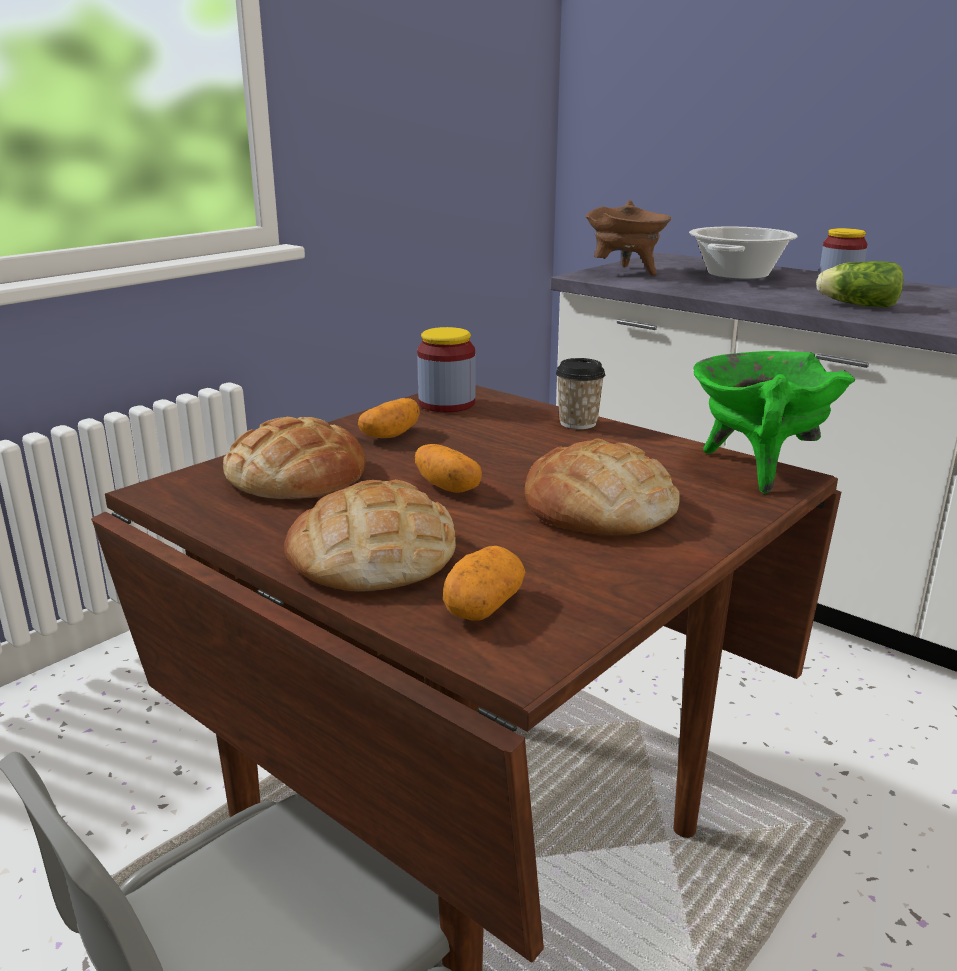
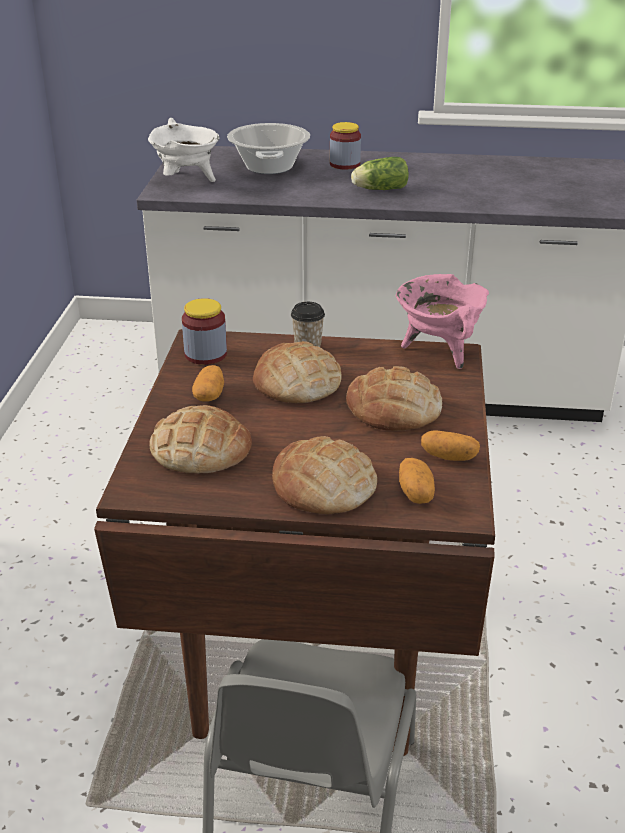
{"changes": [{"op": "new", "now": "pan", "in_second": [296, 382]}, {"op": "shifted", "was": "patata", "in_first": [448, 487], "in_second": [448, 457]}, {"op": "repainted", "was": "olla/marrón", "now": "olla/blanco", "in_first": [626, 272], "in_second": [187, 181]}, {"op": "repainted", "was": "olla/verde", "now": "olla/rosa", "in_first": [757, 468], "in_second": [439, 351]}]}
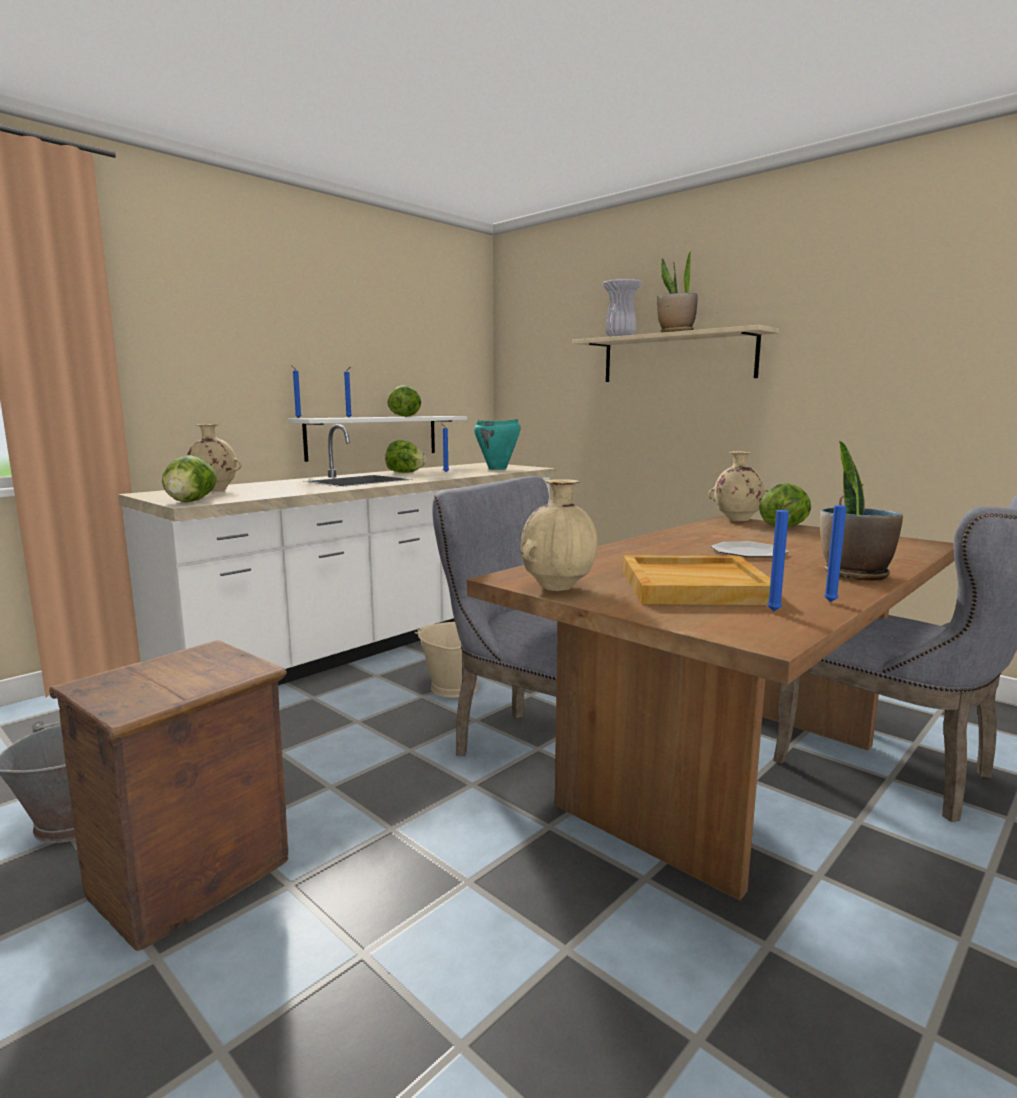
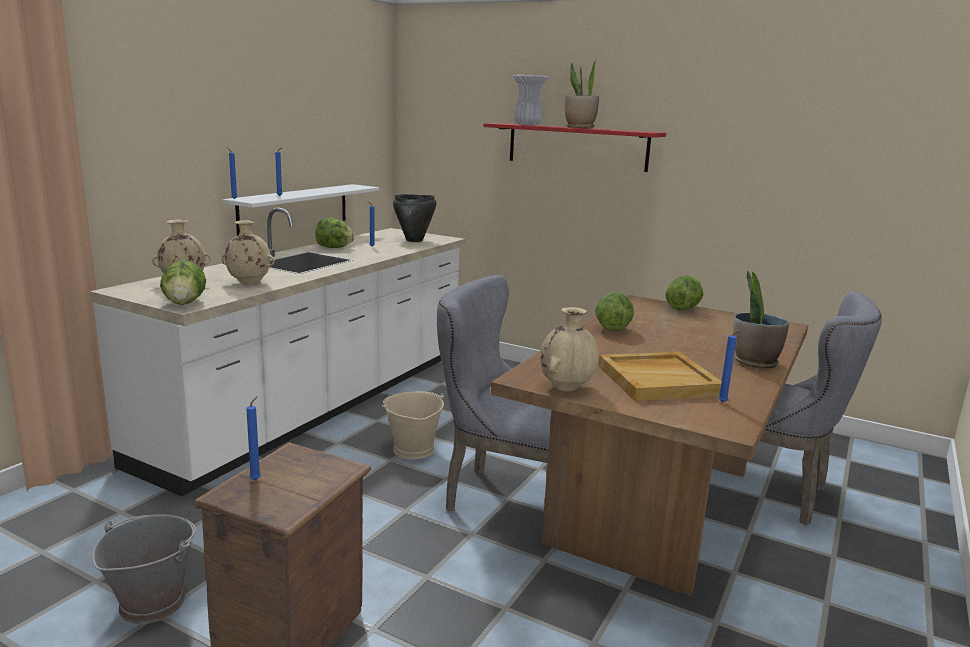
{"changes": [{"op": "gone", "was": "plato", "in_first": [748, 552]}, {"op": "shifted", "was": "lechuga", "in_first": [406, 416], "in_second": [612, 329]}, {"op": "shifted", "was": "florero/beis", "in_first": [736, 520], "in_second": [249, 283]}, {"op": "shifted", "was": "vela/azul", "in_first": [831, 601], "in_second": [256, 479]}, {"op": "repainted", "was": "olla/turquesa", "now": "olla/negro", "in_first": [497, 469], "in_second": [414, 240]}, {"op": "repainted", "was": "estante/beis", "now": "estante/rojo", "in_first": [677, 358], "in_second": [577, 147]}]}
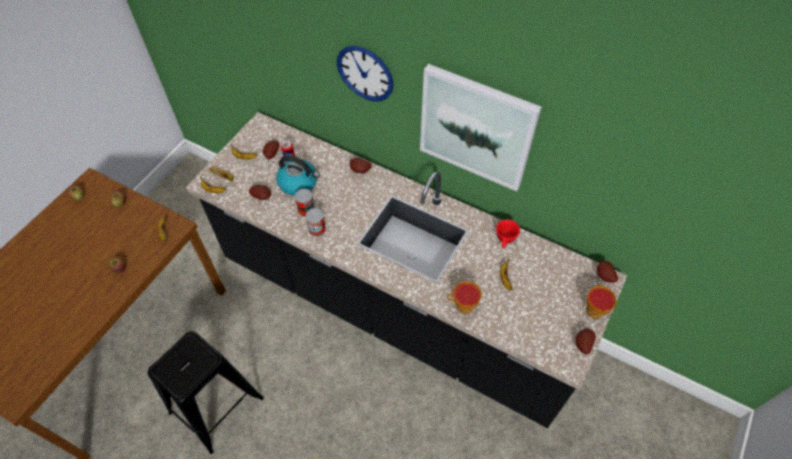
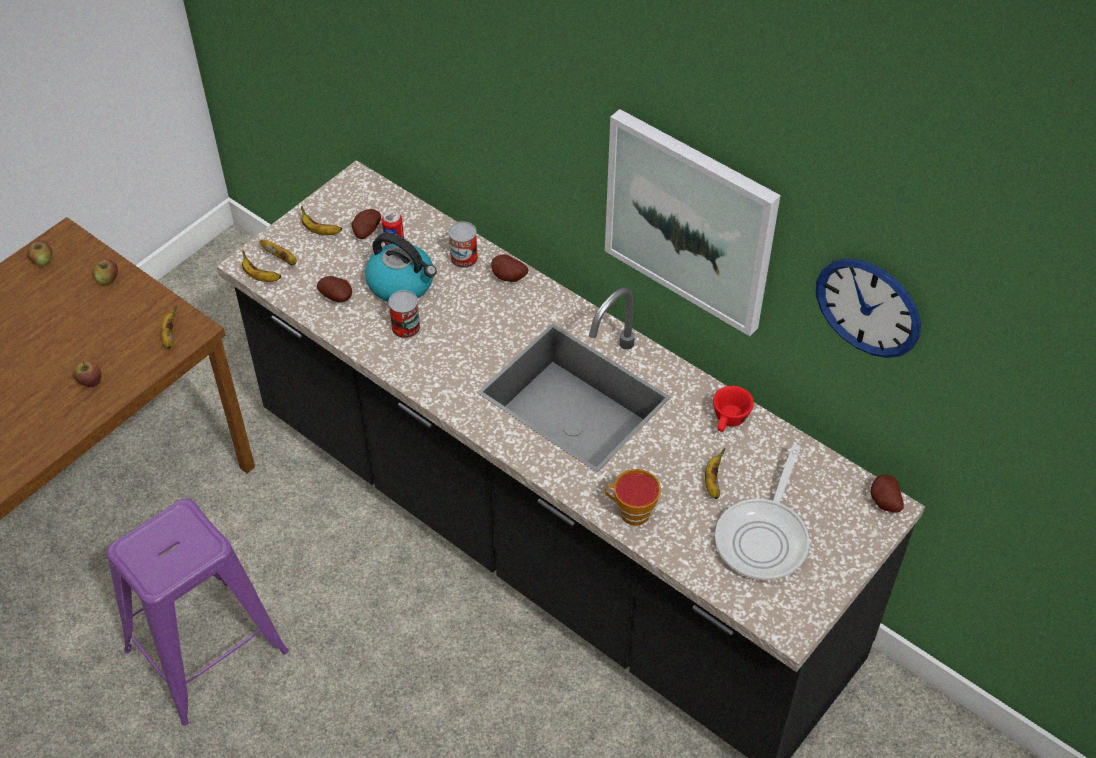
{"changes": [{"op": "gone", "was": "patata", "in_first": [582, 344]}, {"op": "gone", "was": "taza", "in_first": [594, 308]}, {"op": "new", "now": "sartén", "in_second": [764, 537]}, {"op": "shifted", "was": "lata", "in_first": [317, 229], "in_second": [464, 258]}, {"op": "shifted", "was": "reloj de pared", "in_first": [365, 73], "in_second": [868, 307]}, {"op": "repainted", "was": "taburete/negro", "now": "taburete/morado", "in_first": [216, 405], "in_second": [206, 651]}]}
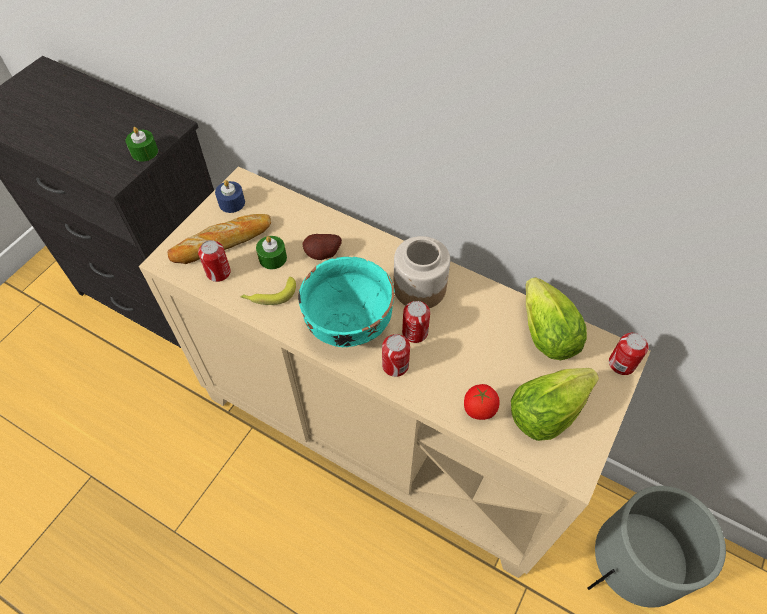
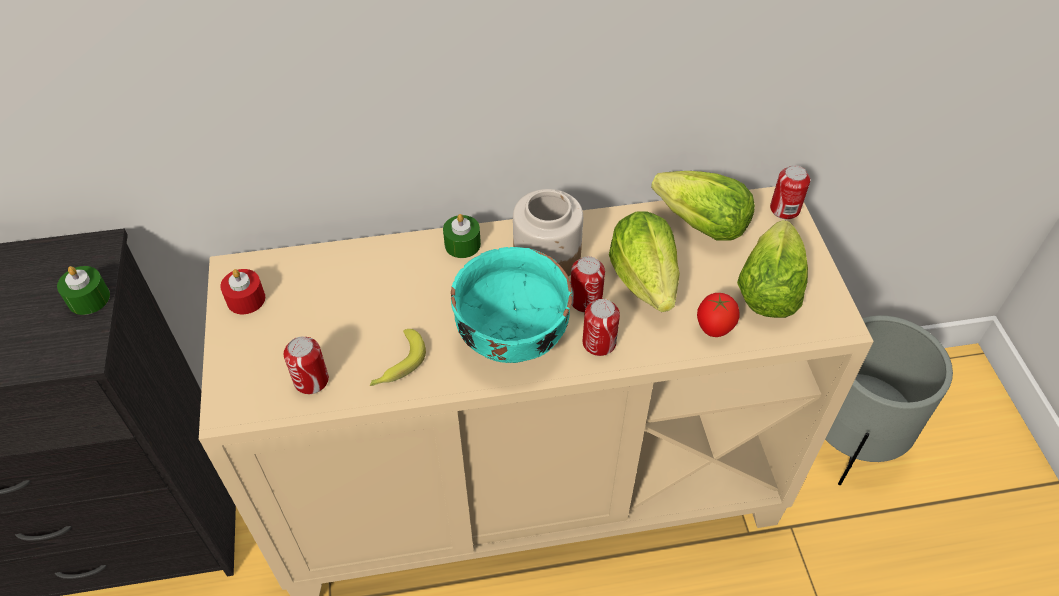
{"changes": [{"op": "gone", "was": "pan", "in_first": [222, 242]}, {"op": "gone", "was": "patata", "in_first": [323, 255]}, {"op": "new", "now": "lechuga", "in_second": [644, 279]}, {"op": "shifted", "was": "vela/verde", "in_first": [272, 258], "in_second": [462, 244]}, {"op": "repainted", "was": "vela/azul", "now": "vela/rojo", "in_first": [232, 203], "in_second": [246, 299]}]}
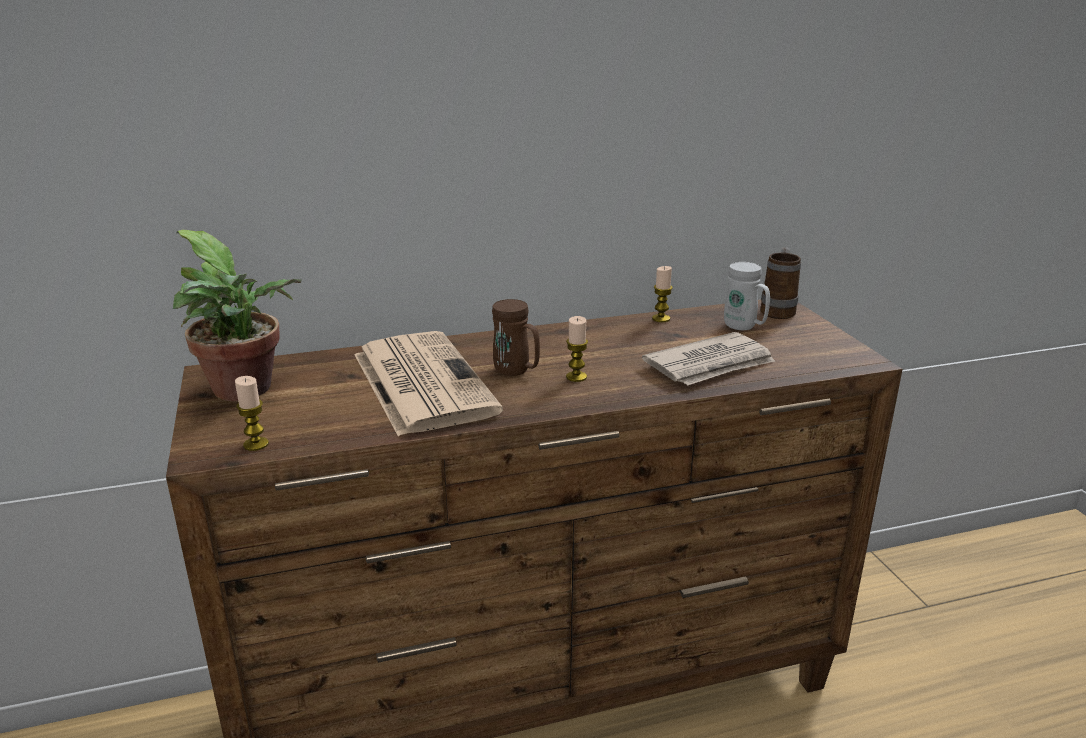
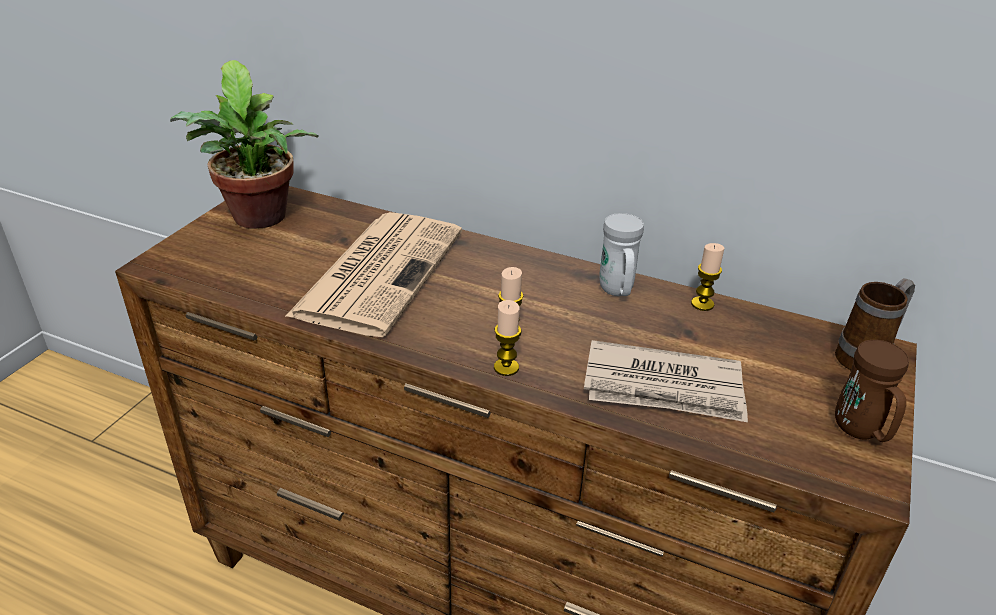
{"changes": [{"op": "shifted", "was": "vela", "in_first": [256, 444], "in_second": [506, 367]}, {"op": "shifted", "was": "taza grande/marrón", "in_first": [516, 372], "in_second": [861, 432]}, {"op": "shifted", "was": "taza grande/blanco", "in_first": [744, 327], "in_second": [617, 292]}]}
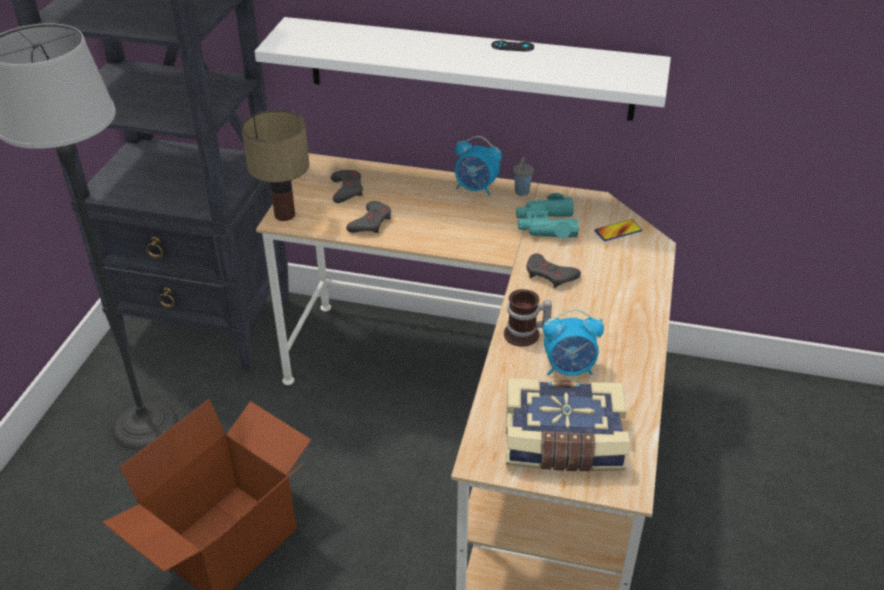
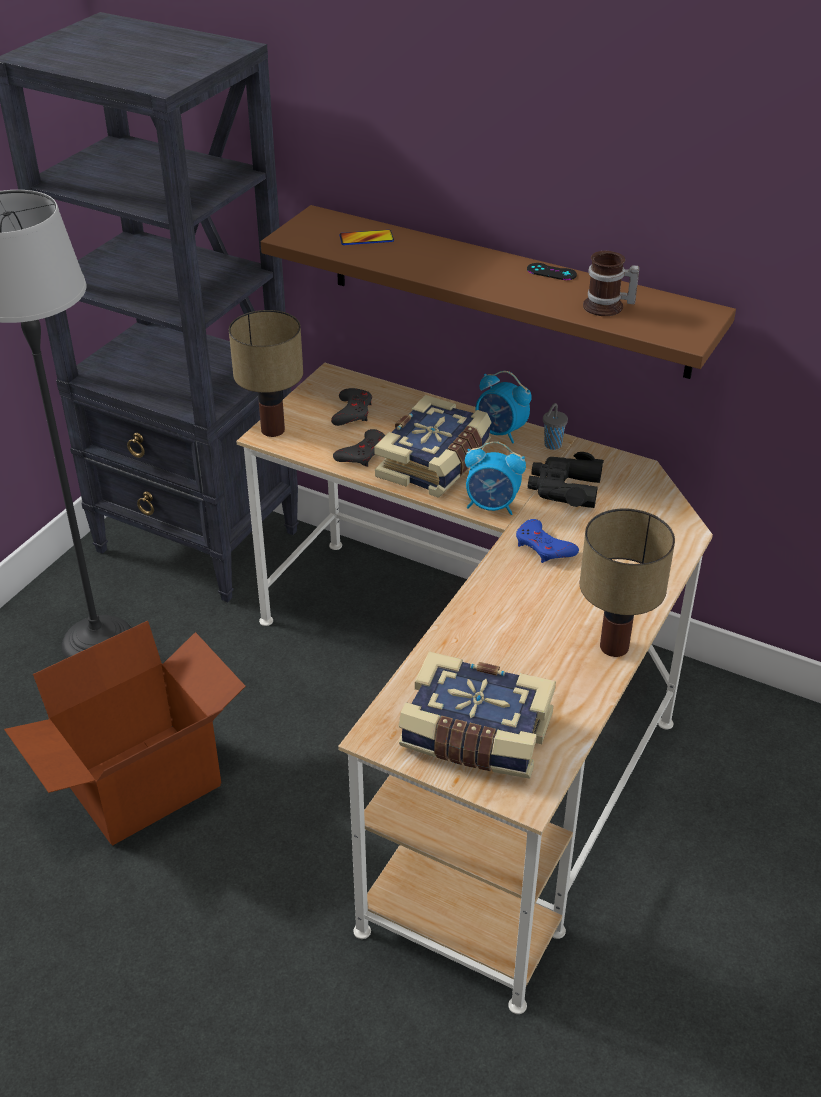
{"changes": [{"op": "new", "now": "libro", "in_second": [435, 463]}, {"op": "new", "now": "lámpara de mesa", "in_second": [612, 647]}, {"op": "shifted", "was": "taza grande", "in_first": [525, 335], "in_second": [607, 307]}, {"op": "shifted", "was": "despertador", "in_first": [569, 369], "in_second": [492, 506]}, {"op": "shifted", "was": "móvil", "in_first": [618, 231], "in_second": [366, 239]}, {"op": "repainted", "was": "estante/blanco", "now": "estante/marrón", "in_first": [469, 69], "in_second": [507, 291]}, {"op": "repainted", "was": "prismáticos/turquesa", "now": "prismáticos/negro", "in_first": [546, 225], "in_second": [564, 488]}, {"op": "repainted", "was": "mando de consola/gris", "now": "mando de consola/azul", "in_first": [550, 275], "in_second": [543, 547]}]}
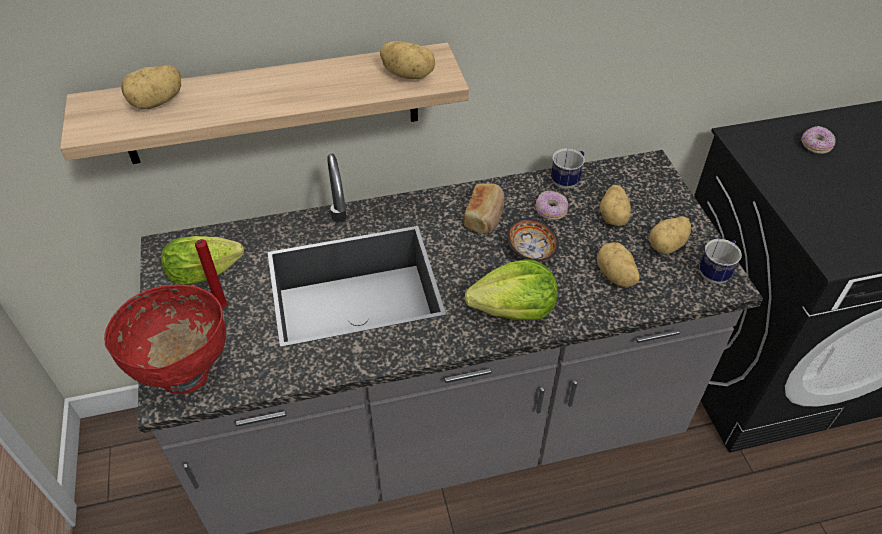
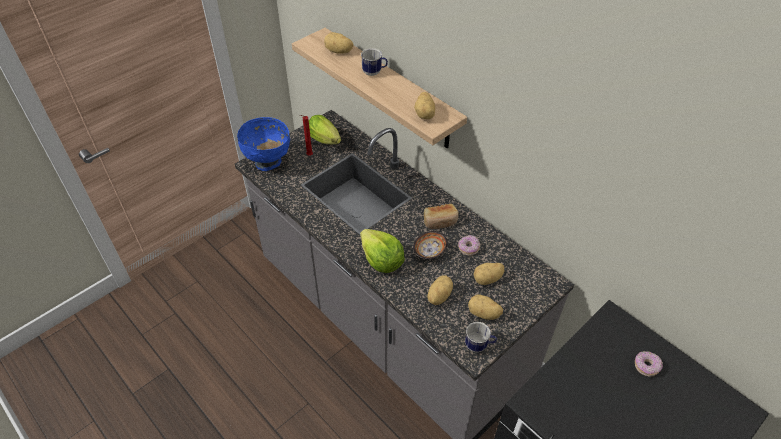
{"changes": [{"op": "shifted", "was": "taza grande", "in_first": [567, 180], "in_second": [374, 73]}, {"op": "repainted", "was": "cuenco/rojo", "now": "cuenco/azul", "in_first": [185, 371], "in_second": [268, 162]}]}
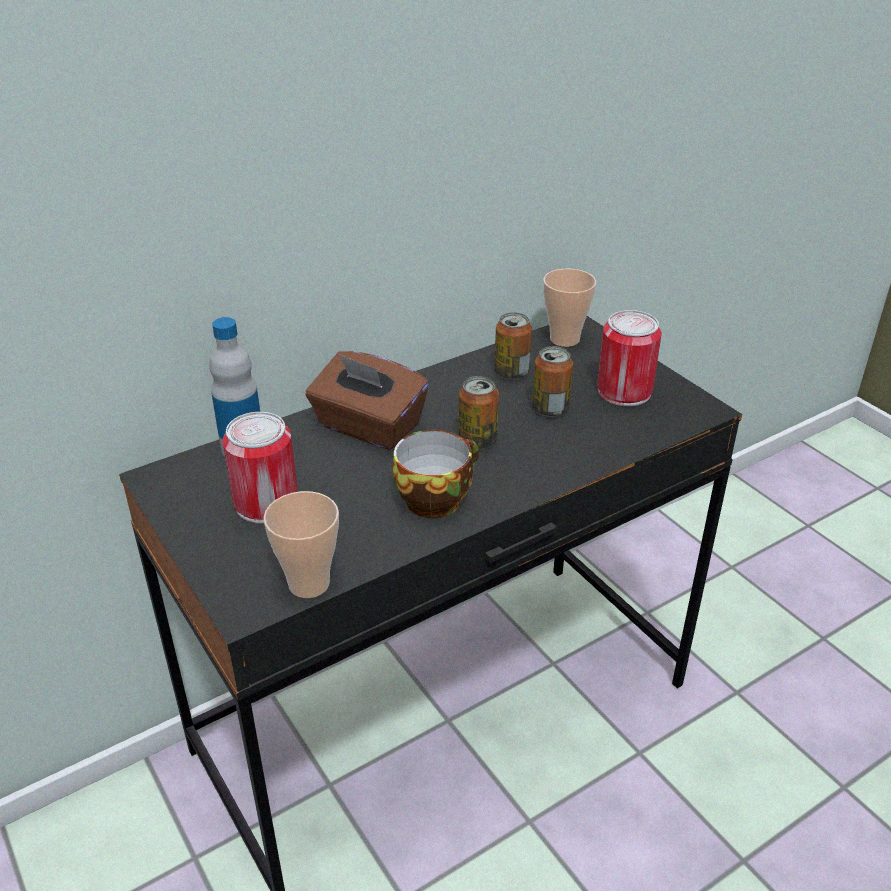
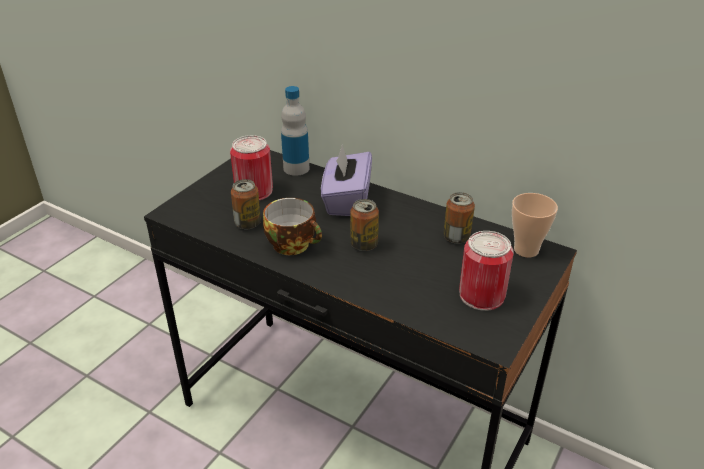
{"changes": [{"op": "gone", "was": "taza", "in_first": [309, 584]}, {"op": "shifted", "was": "lata", "in_first": [550, 409], "in_second": [248, 223]}, {"op": "repainted", "was": "caja de pañuelos/marrón", "now": "caja de pañuelos/morado", "in_first": [368, 427], "in_second": [346, 201]}]}
